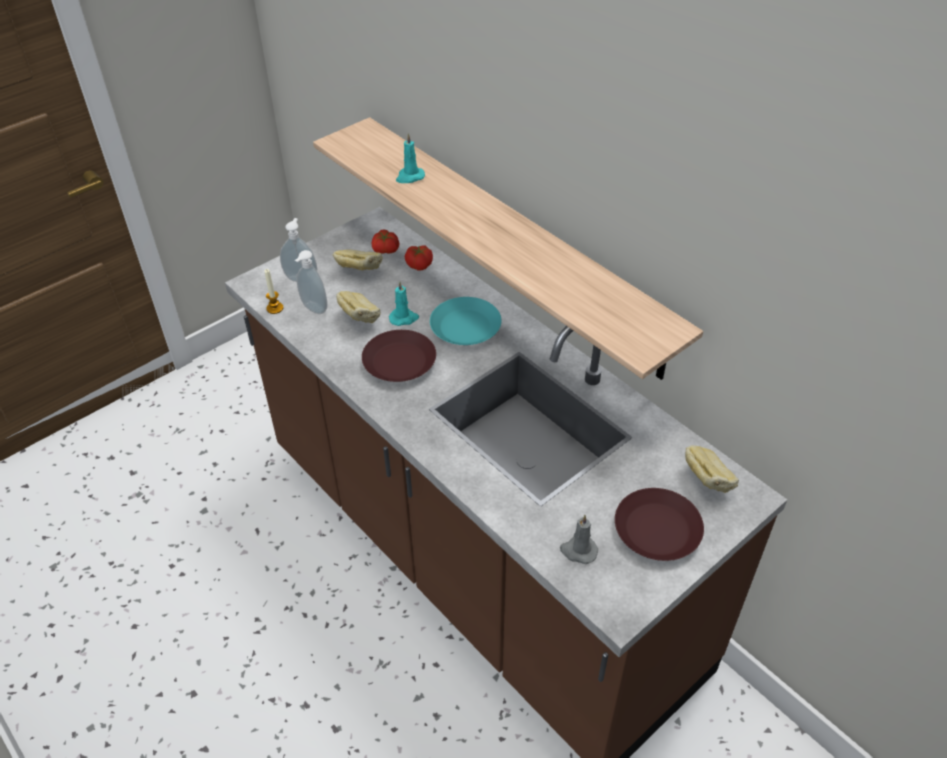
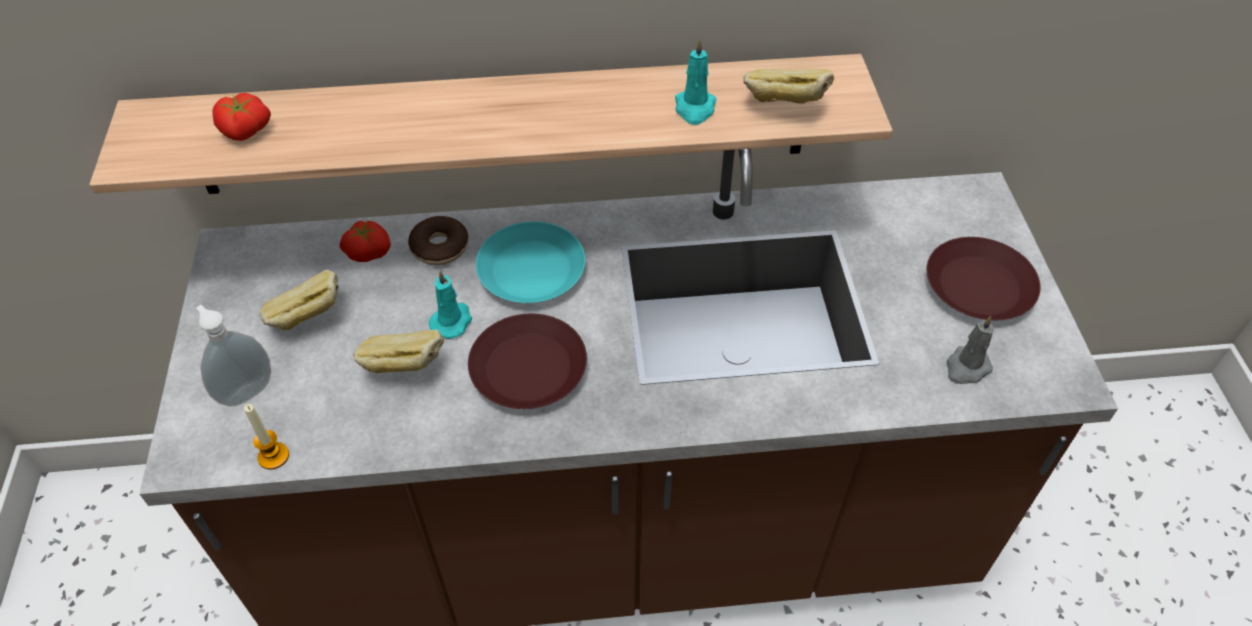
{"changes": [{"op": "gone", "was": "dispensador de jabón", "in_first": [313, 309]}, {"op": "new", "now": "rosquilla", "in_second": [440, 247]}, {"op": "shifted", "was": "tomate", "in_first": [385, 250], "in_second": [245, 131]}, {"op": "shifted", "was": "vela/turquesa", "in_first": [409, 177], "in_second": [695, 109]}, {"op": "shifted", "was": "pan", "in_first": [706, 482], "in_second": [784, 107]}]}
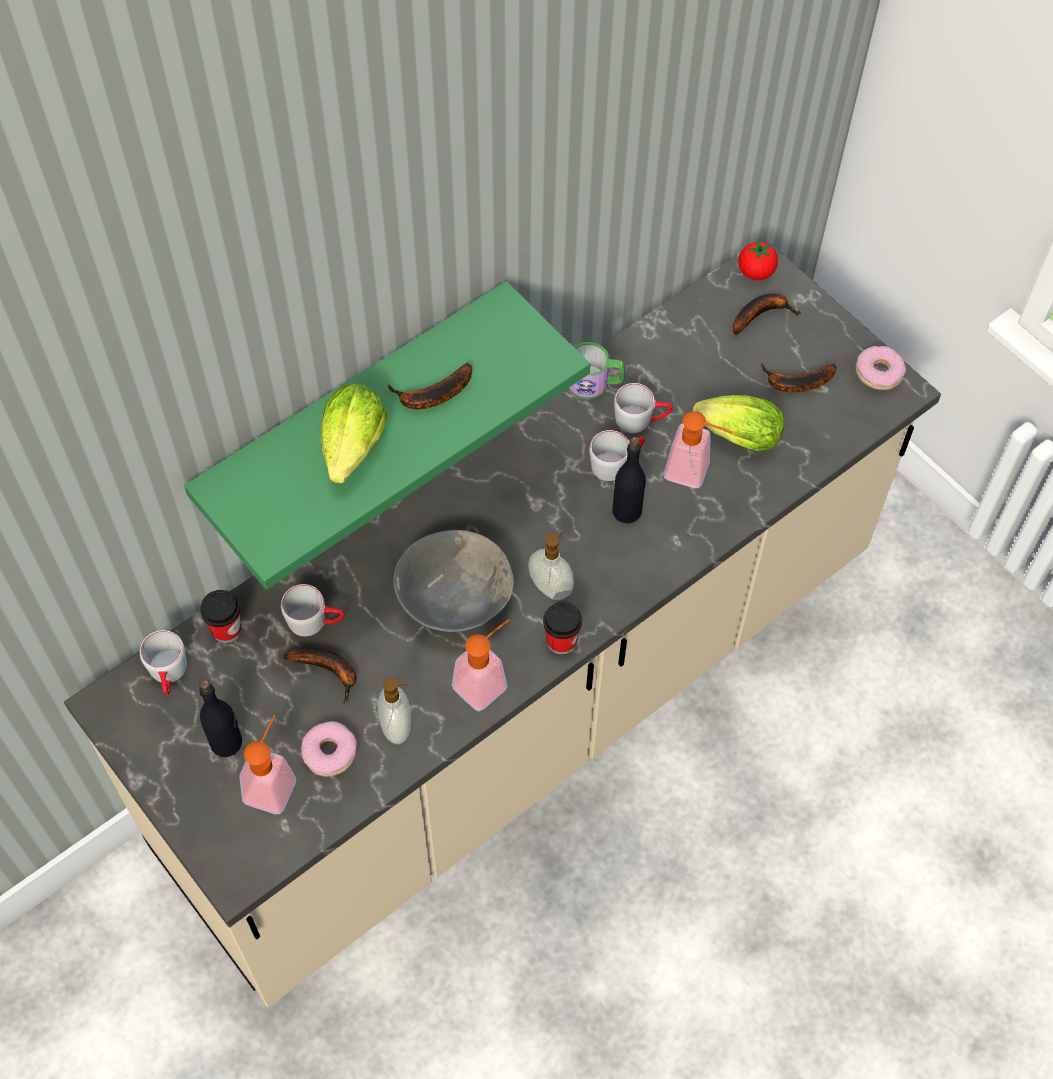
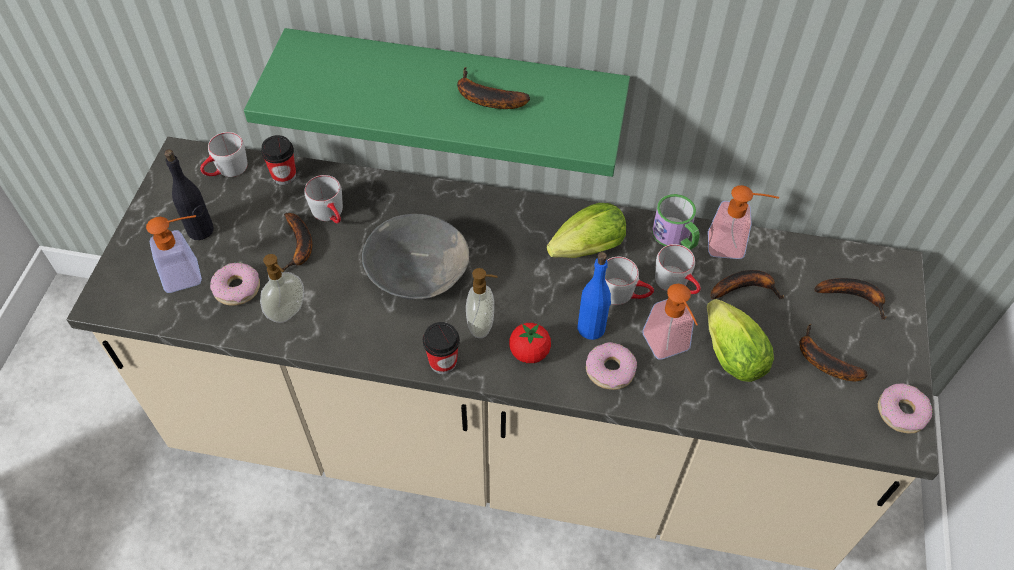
{"changes": [{"op": "new", "now": "rosquilla", "in_second": [610, 370]}, {"op": "new", "now": "plátano", "in_second": [745, 288]}, {"op": "shifted", "was": "lechuga", "in_first": [352, 453], "in_second": [583, 251]}, {"op": "shifted", "was": "dispensador de jabón", "in_first": [486, 681], "in_second": [733, 246]}, {"op": "shifted", "was": "tomate", "in_first": [755, 272], "in_second": [529, 352]}, {"op": "repainted", "was": "botella/negro", "now": "botella/azul", "in_first": [627, 510], "in_second": [591, 328]}]}
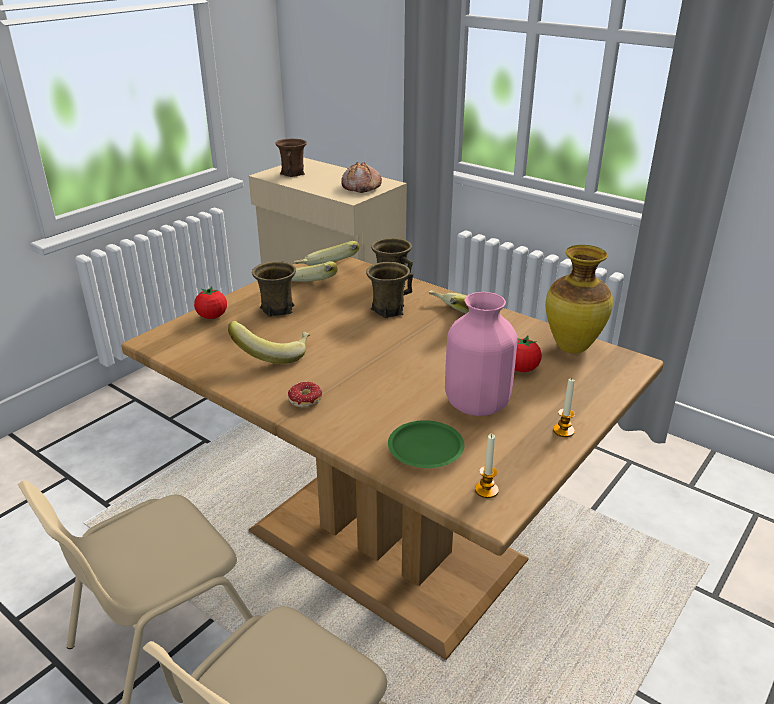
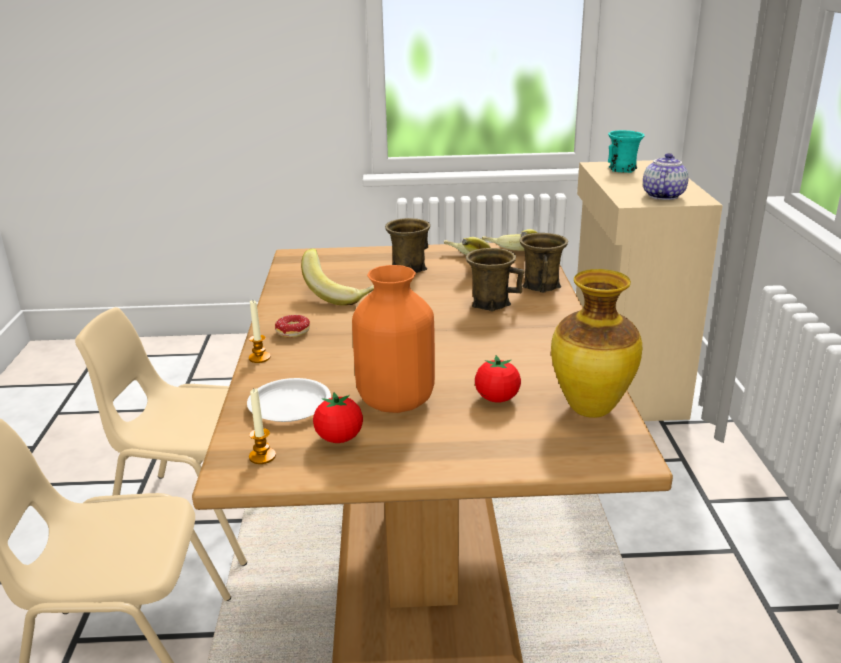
{"changes": [{"op": "gone", "was": "plátano", "in_first": [447, 316]}, {"op": "shifted", "was": "tomate", "in_first": [212, 316], "in_second": [339, 438]}, {"op": "shifted", "was": "vela", "in_first": [563, 430], "in_second": [259, 358]}, {"op": "swapped", "was": "pan", "now": "tetera", "in_first": [360, 187], "in_second": [662, 196]}, {"op": "repainted", "was": "taza grande/marrón", "now": "taza grande/turquesa", "in_first": [293, 173], "in_second": [623, 169]}, {"op": "repainted", "was": "plato/verde", "now": "plato/blanco", "in_first": [426, 449], "in_second": [290, 406]}, {"op": "repainted", "was": "florero/rosa", "now": "florero/naranja", "in_first": [476, 405], "in_second": [394, 401]}]}
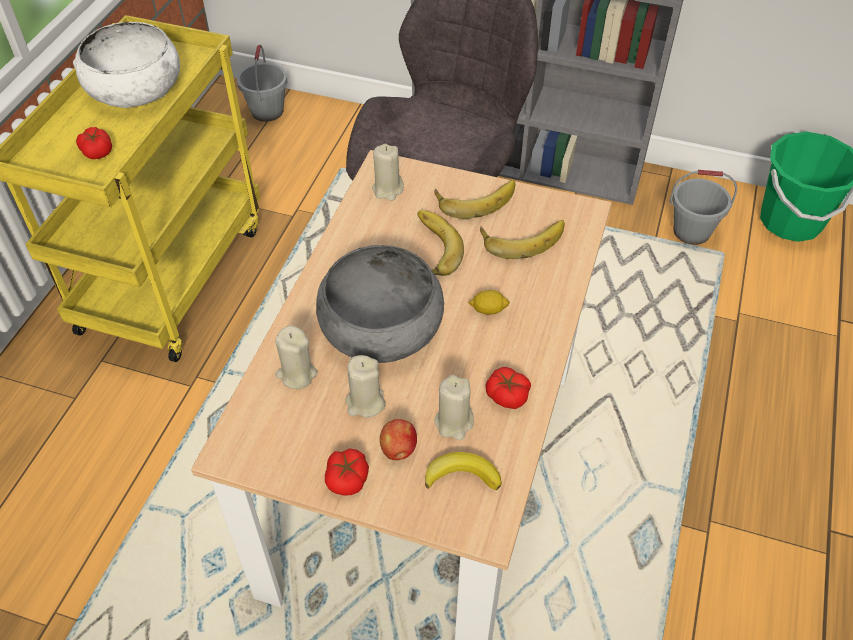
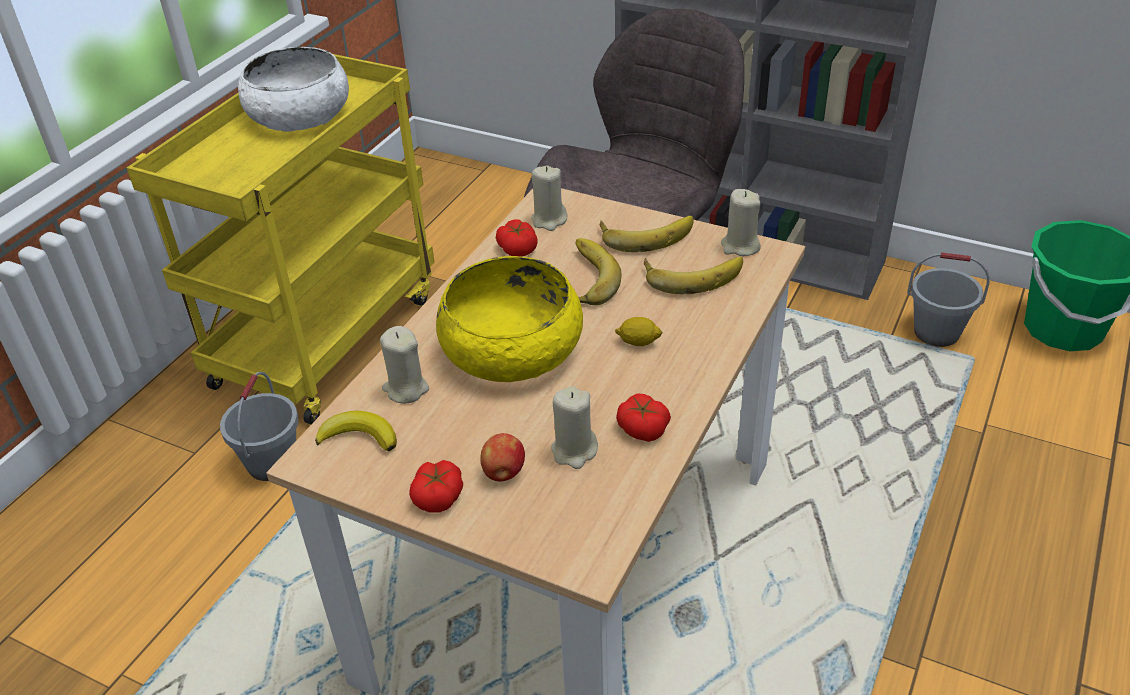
{"changes": [{"op": "shifted", "was": "tomate", "in_first": [97, 151], "in_second": [517, 248]}, {"op": "shifted", "was": "cubo/gris", "in_first": [267, 111], "in_second": [271, 462]}, {"op": "shifted", "was": "vela/beis", "in_first": [365, 402], "in_second": [740, 246]}, {"op": "shifted", "was": "plátano", "in_first": [462, 475], "in_second": [359, 436]}, {"op": "repainted", "was": "cuenco/gris", "now": "cuenco/amarillo", "in_first": [381, 325], "in_second": [512, 349]}]}
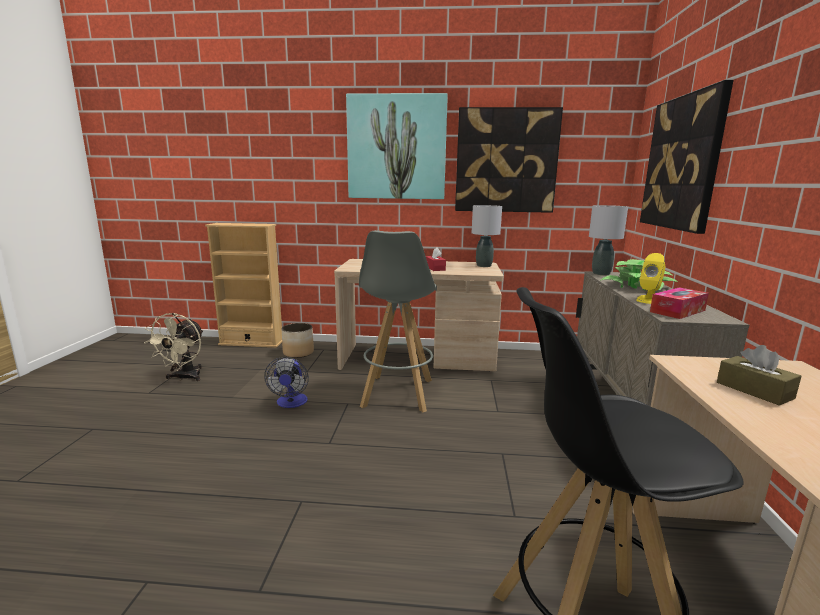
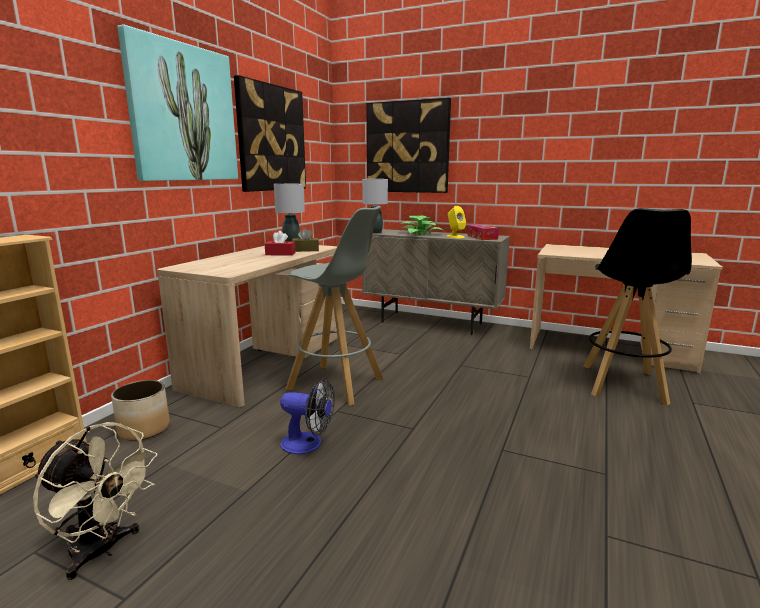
{"changes": [{"op": "shifted", "was": "caja de pañuelos/marrón", "in_first": [754, 390], "in_second": [305, 250]}]}
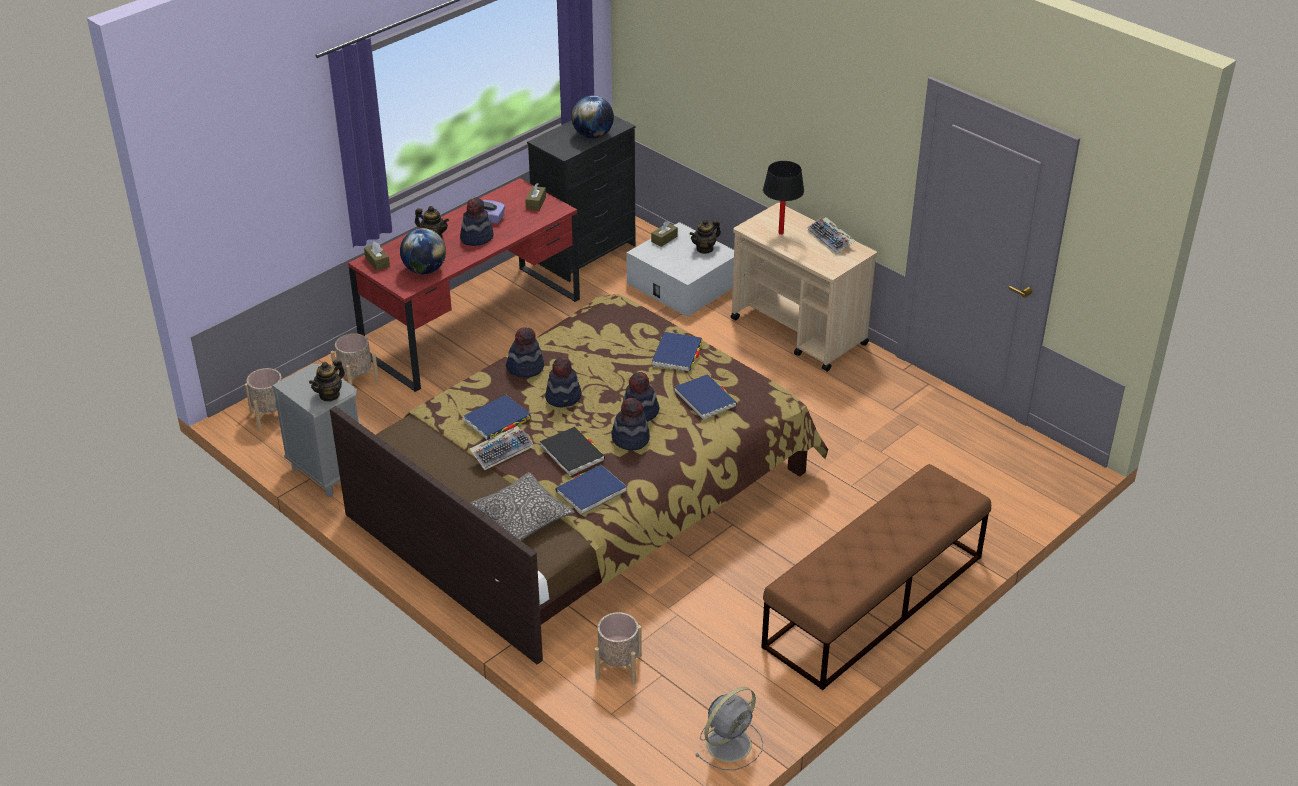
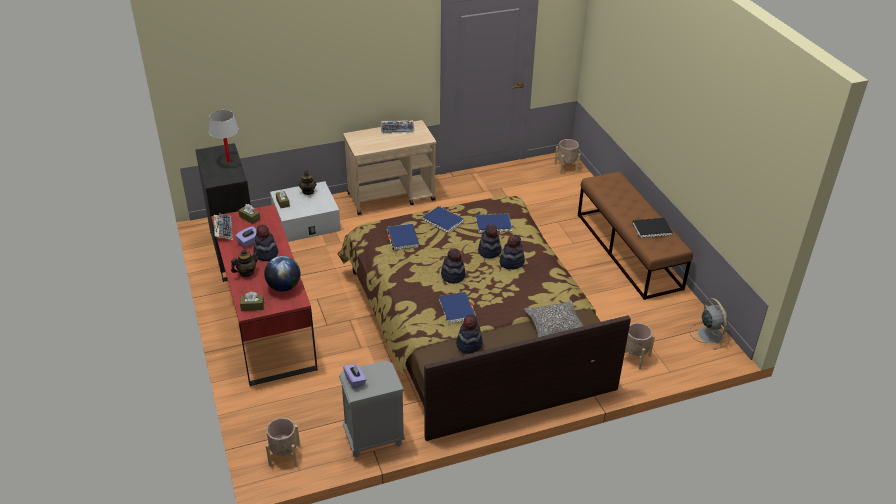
{"changes": [{"op": "gone", "was": "tetera", "in_first": [329, 395]}, {"op": "gone", "was": "lámpara de mesa/negro", "in_first": [780, 233]}, {"op": "new", "now": "caja de pañuelos/morado", "in_second": [355, 381]}, {"op": "shifted", "was": "maceta/beis", "in_first": [356, 381], "in_second": [566, 167]}, {"op": "shifted", "was": "teclado", "in_first": [502, 451], "in_second": [223, 229]}, {"op": "shifted", "was": "sombrero", "in_first": [525, 367], "in_second": [469, 344]}, {"op": "shifted", "was": "libro/negro", "in_first": [572, 453], "in_second": [651, 229]}, {"op": "shifted", "was": "libro/azul", "in_first": [591, 492], "in_second": [402, 238]}, {"op": "swapped", "was": "globo terráqueo", "now": "lámpara de mesa/blanco", "in_first": [593, 135], "in_second": [228, 161]}]}
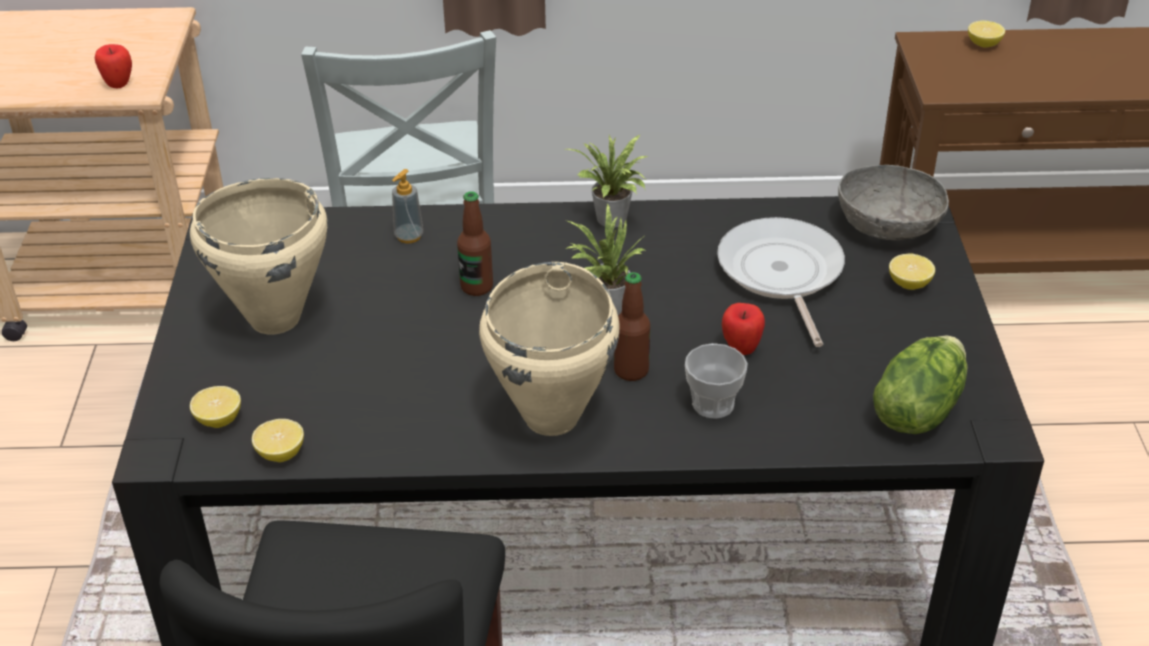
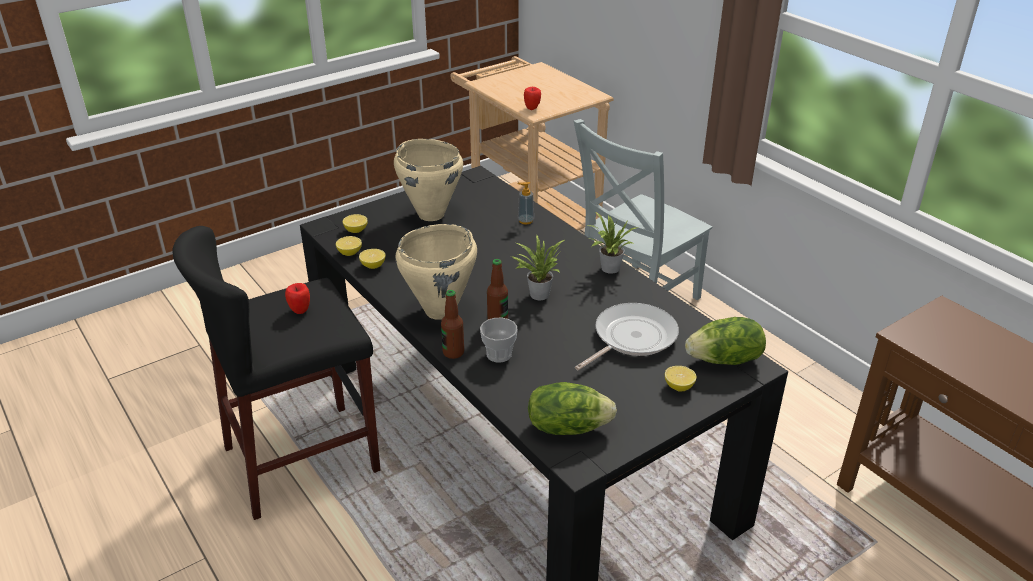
{"changes": [{"op": "shifted", "was": "botella", "in_first": [477, 287], "in_second": [453, 352]}, {"op": "shifted", "was": "manzana", "in_first": [741, 349], "in_second": [300, 310]}, {"op": "shifted", "was": "limón", "in_first": [983, 44], "in_second": [373, 266]}, {"op": "swapped", "was": "cuenco/gris", "now": "lechuga", "in_first": [888, 225], "in_second": [725, 360]}]}
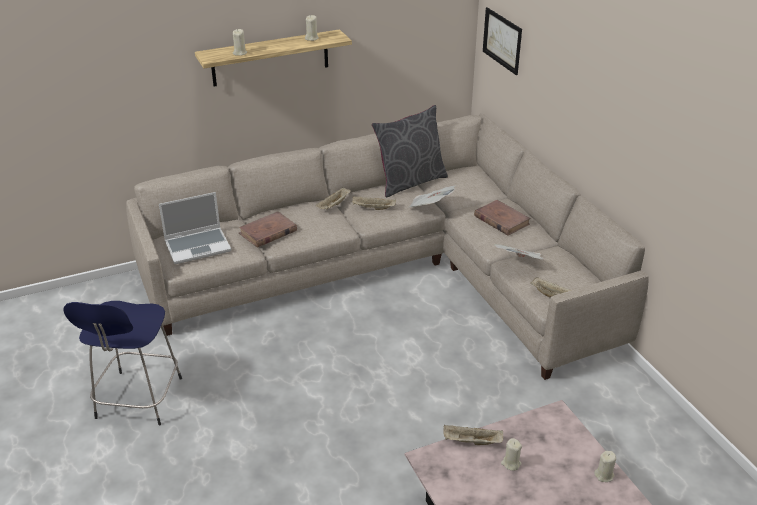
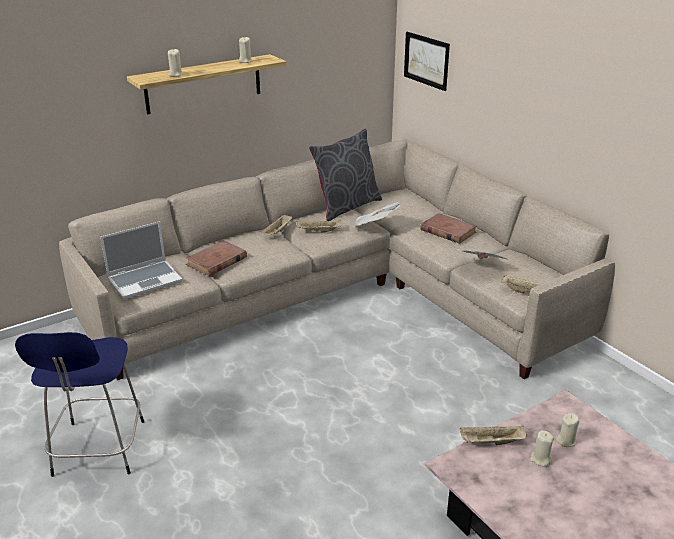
{"changes": [{"op": "shifted", "was": "vela/beis", "in_first": [604, 475], "in_second": [566, 440]}]}
